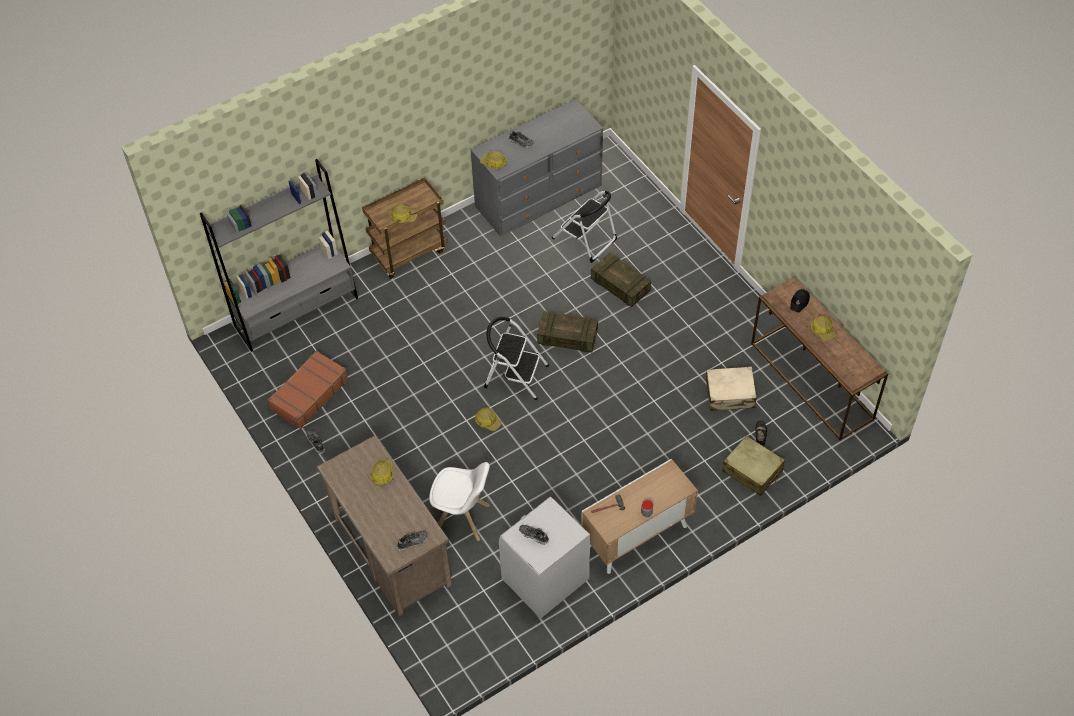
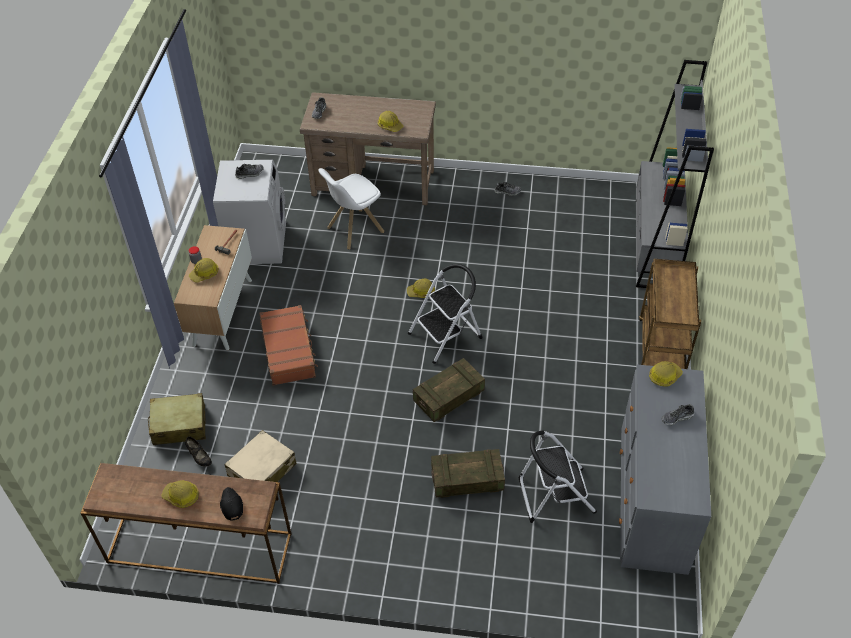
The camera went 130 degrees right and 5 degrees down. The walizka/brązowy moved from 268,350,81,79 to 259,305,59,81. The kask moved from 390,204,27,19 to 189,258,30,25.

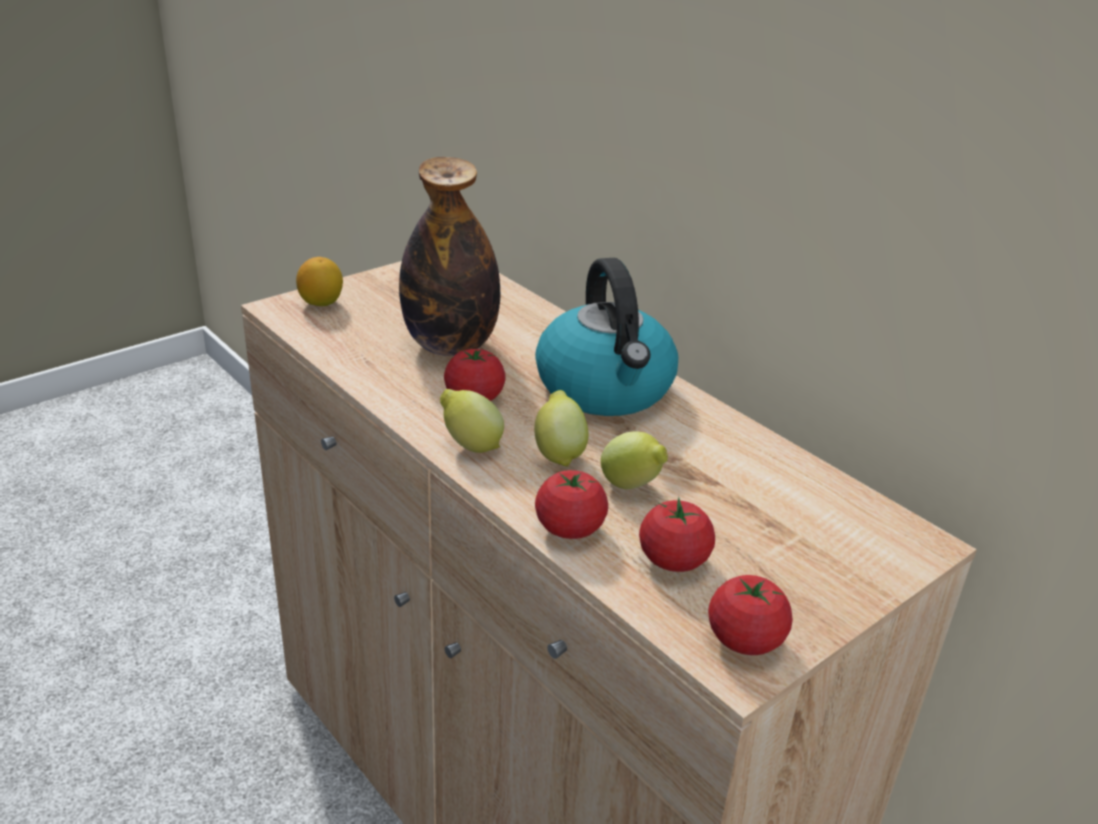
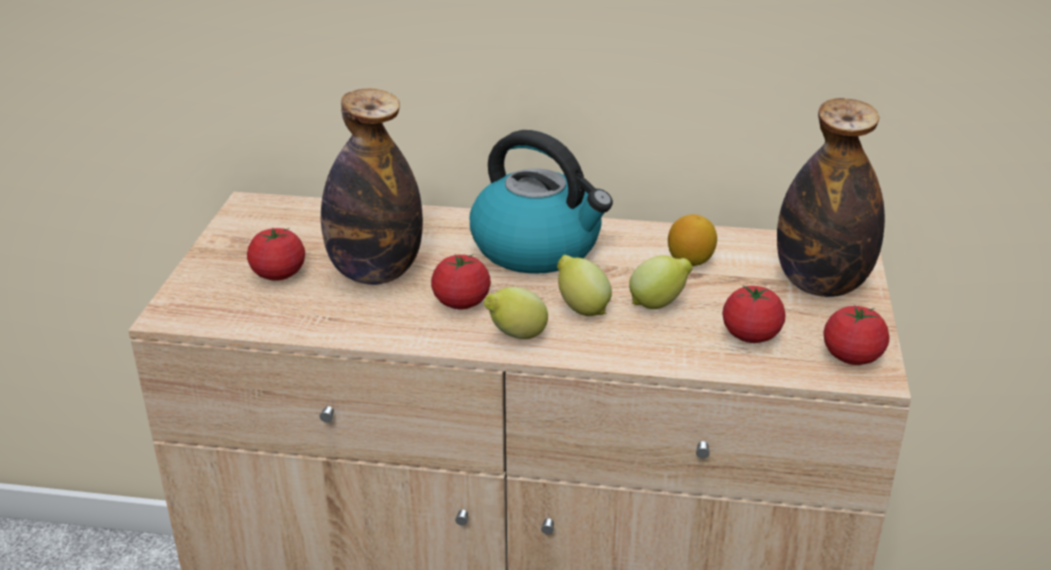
The camera went 40 degrees left and 0 degrees up. The butelka at 777,98,108,199 appeared. The cytryna moved from 296,257,47,49 to 668,214,49,52. The pomidor moved from 535,470,73,69 to 247,227,58,54.

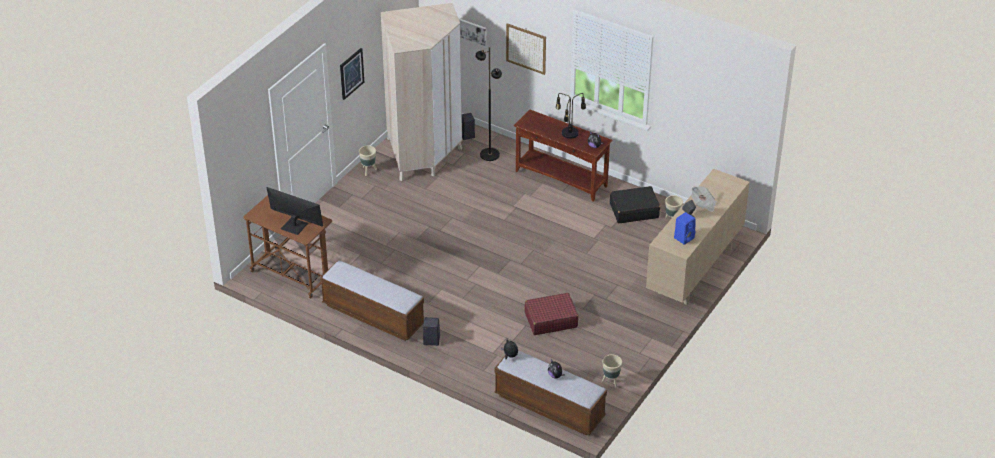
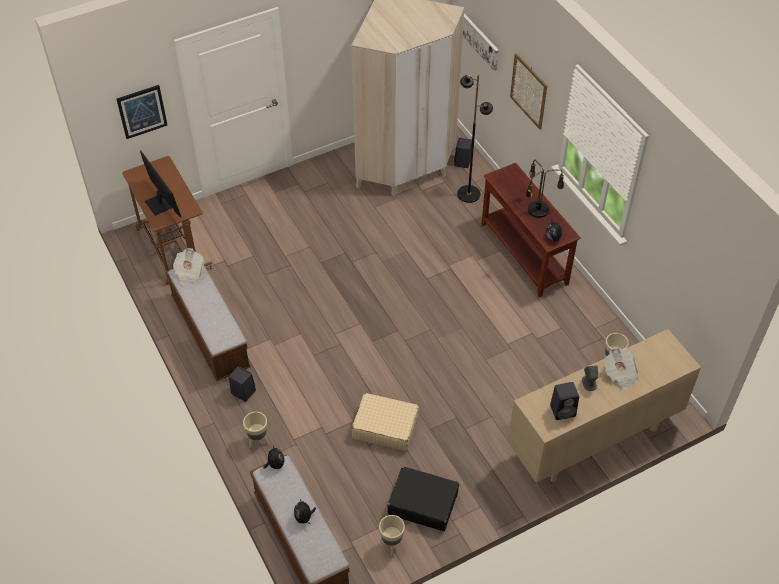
The camera went 30 degrees right and 10 degrees up. The gazeta at 173,248,31,37 appeared. The obraz moved from 340,48,24,52 to 116,85,51,54. The donica/beżowy moved from 359,146,18,30 to 243,412,26,36. The walizka/czarny moved from 610,186,50,37 to 387,467,72,64. The walizka/czerwony at 525,293,54,42 became the walizka/beżowy at 352,393,67,58. The głośnik/niebieski at 674,212,22,33 became the głośnik/czarny at 550,382,29,38.

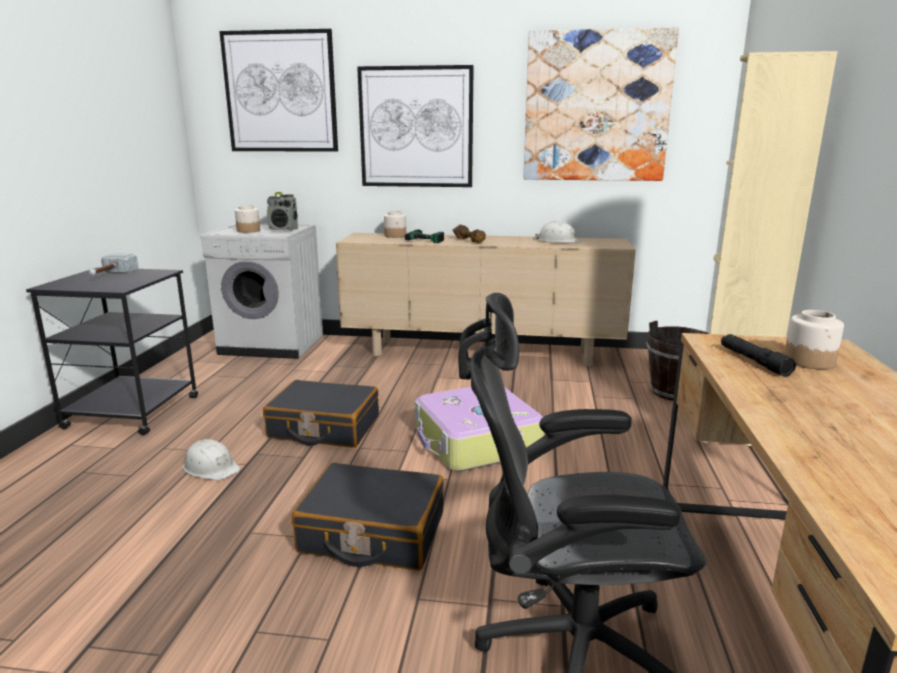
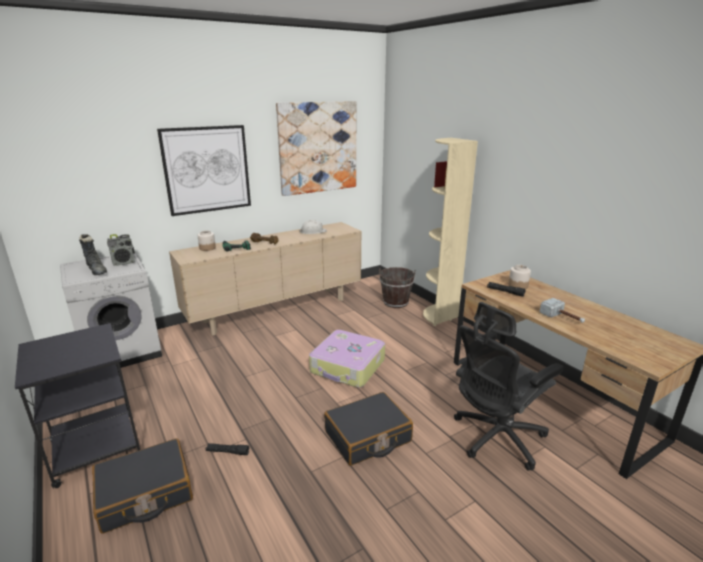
The camera went 40 degrees left and 5 degrees up. The obraz at 219,29,119,123 disappeared. The młotek moved from 89,253,50,22 to 540,298,45,25. The walizka/czarny moved from 263,380,116,68 to 92,438,101,96. The kask/biały at 183,439,58,41 was replaced by the latarka/czarny at 206,443,43,12. The słoik at 235,205,25,28 was replaced by the but z cholewką/czarny at 79,234,28,41.

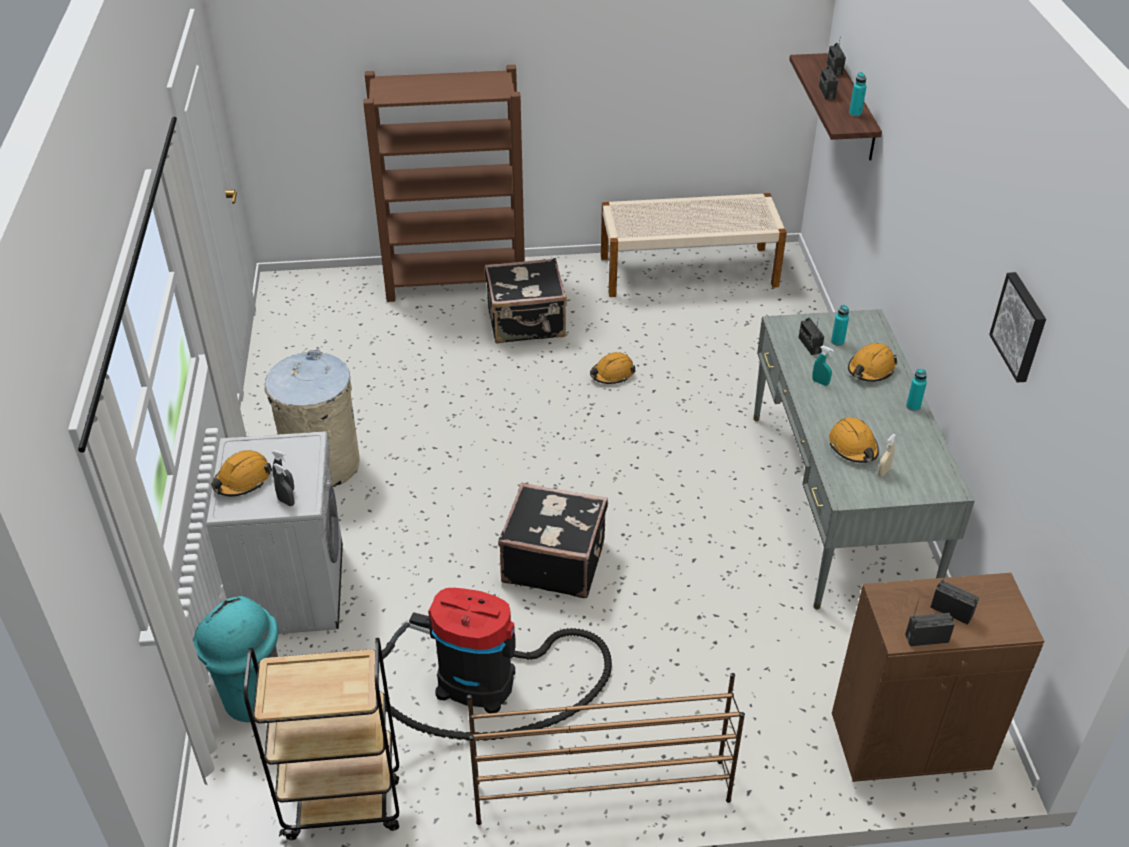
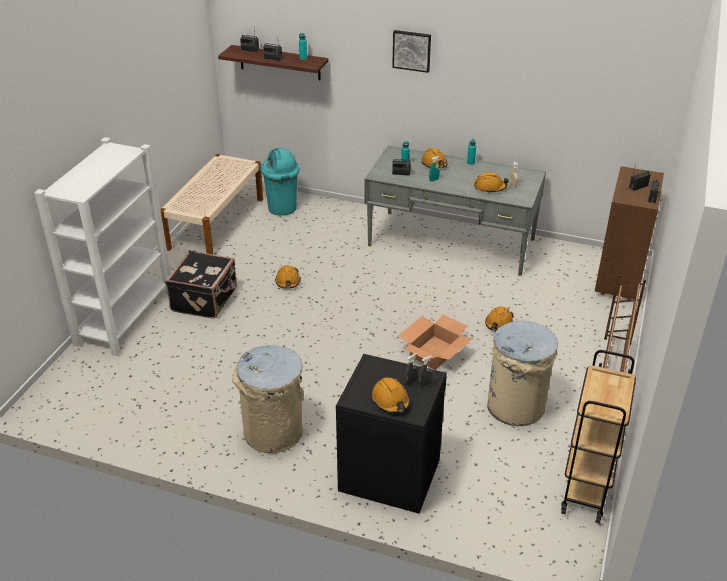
The camera went 65 degrees left and 5 degrees down. The kask/pomarańczowy at 485,307,29,24 appeared. The kosz na śmieci/turkusowy moved from 193,596,86,126 to 260,148,40,67. The obraz moved from 989,272,57,111 to 392,30,39,43. The odkurzacz at 379,588,233,153 was replaced by the kosz na śmieci/beżowy at 487,321,71,105. The walizka/czarny at 498,483,110,115 was replaced by the karton at 398,315,75,55. The pralka/biały at 206,431,137,203 became the pralka/czarny at 336,354,111,159. The regał/brązowy at 363,65,162,237 became the regał/biały at 34,137,137,219.

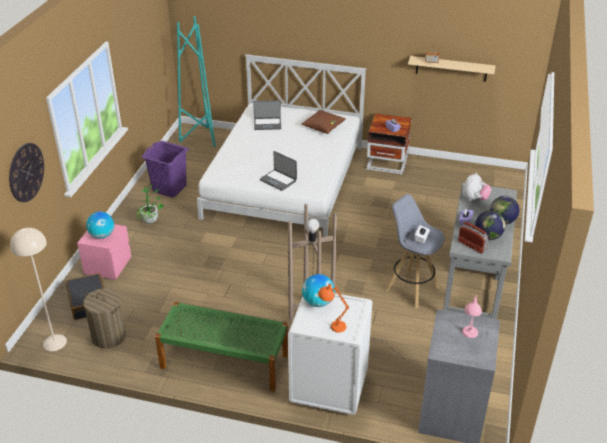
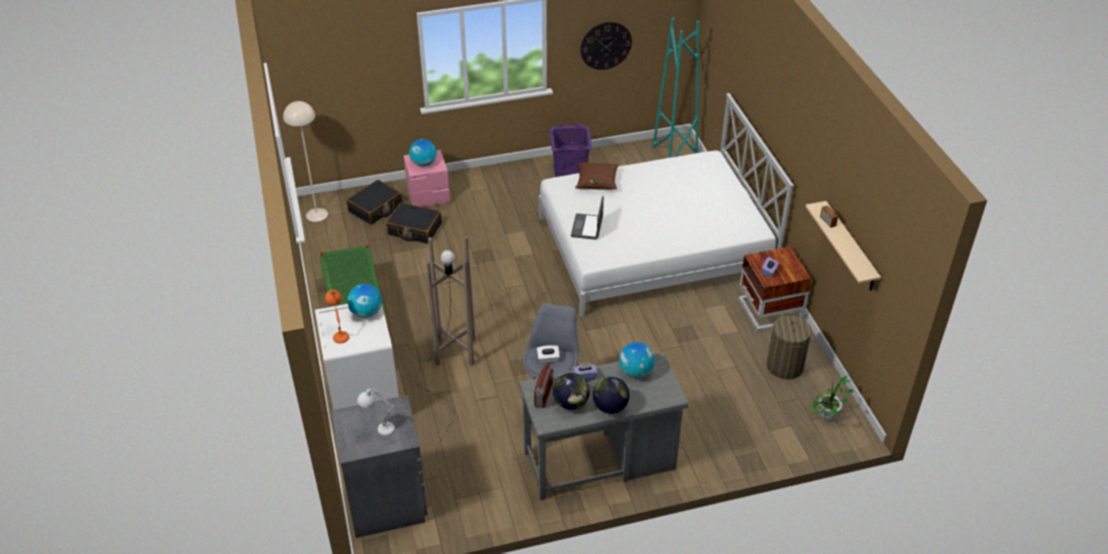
The camera went 60 degrees right and 5 degrees up. The laptop at 253,100,28,30 disappeared. The walizka/czarny at 386,202,56,42 appeared. The zegar ścienny moved from 9,143,35,59 to 580,22,52,48. The kosz na pranie moved from 83,289,43,59 to 767,314,45,66. The roślina doniczkowa moved from 137,183,27,41 to 809,376,46,45. The poduszka/brązowy moved from 301,109,45,25 to 575,163,43,27. The pluszak at 462,173,29,28 was replaced by the globus at 619,342,36,36. The lampa stołowa/różowy at 462,294,20,44 became the lampa stołowa/biały at 357,388,38,48.

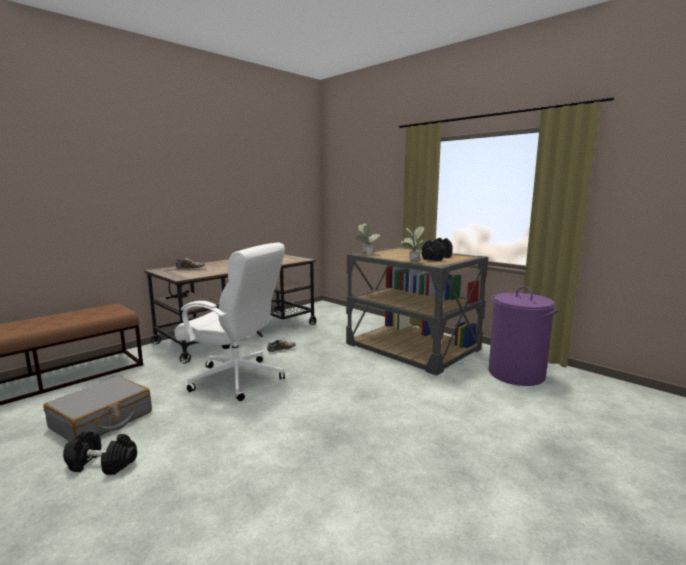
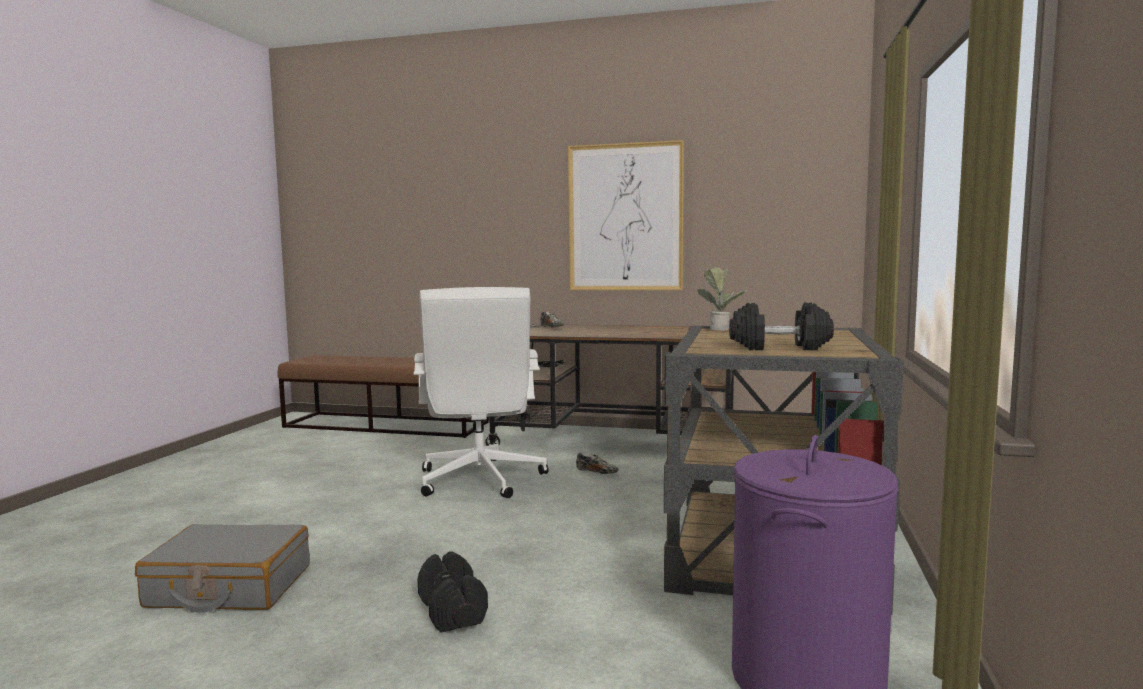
The camera went 60 degrees right and 5 degrees down. The roślina doniczkowa at 401,226,24,35 disappeared. The obraz at 568,140,116,150 appeared. The walizka/szary moved from 43,376,109,65 to 135,524,175,89. The hantel/czarny moved from 63,432,74,43 to 417,551,71,81.

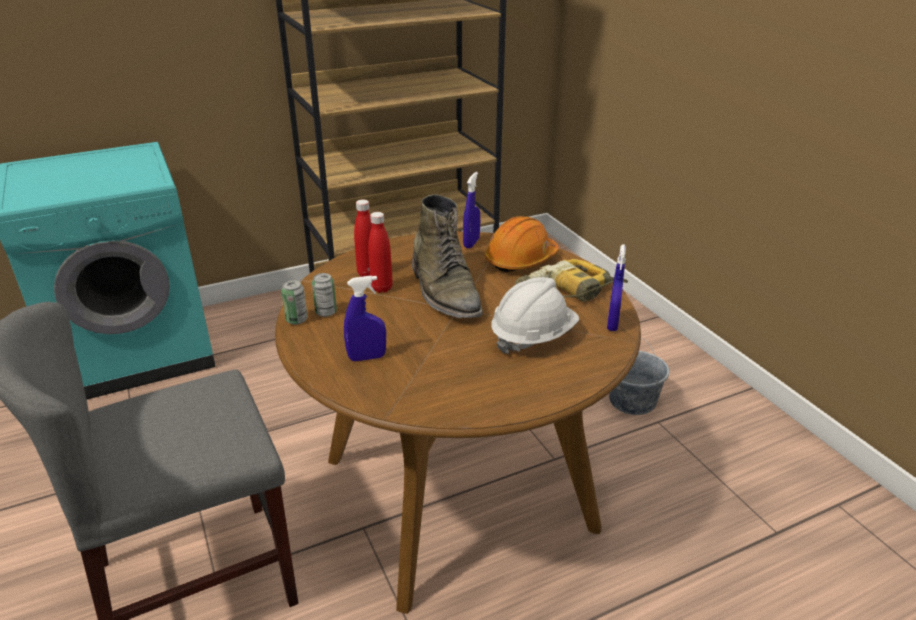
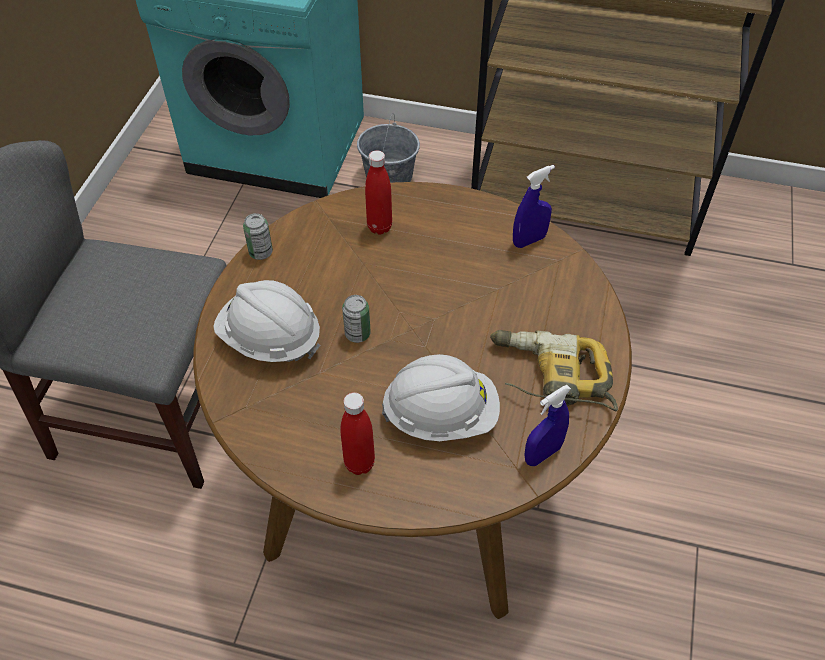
The camera went 40 degrees right and 20 degrees up. The but z cholewką/zielony at 412,194,71,124 disappeared. The kask/pomarańczowy at 484,216,75,57 disappeared. The puszka moved from 312,273,25,44 to 342,295,29,48. The butelka/czerwony moved from 368,212,25,81 to 340,392,35,83. The wiadro/szary moved from 609,338,61,77 to 357,113,63,70. The spryskiwacz/niebieski at 344,276,42,85 was replaced by the kask/biały at 213,280,107,82.

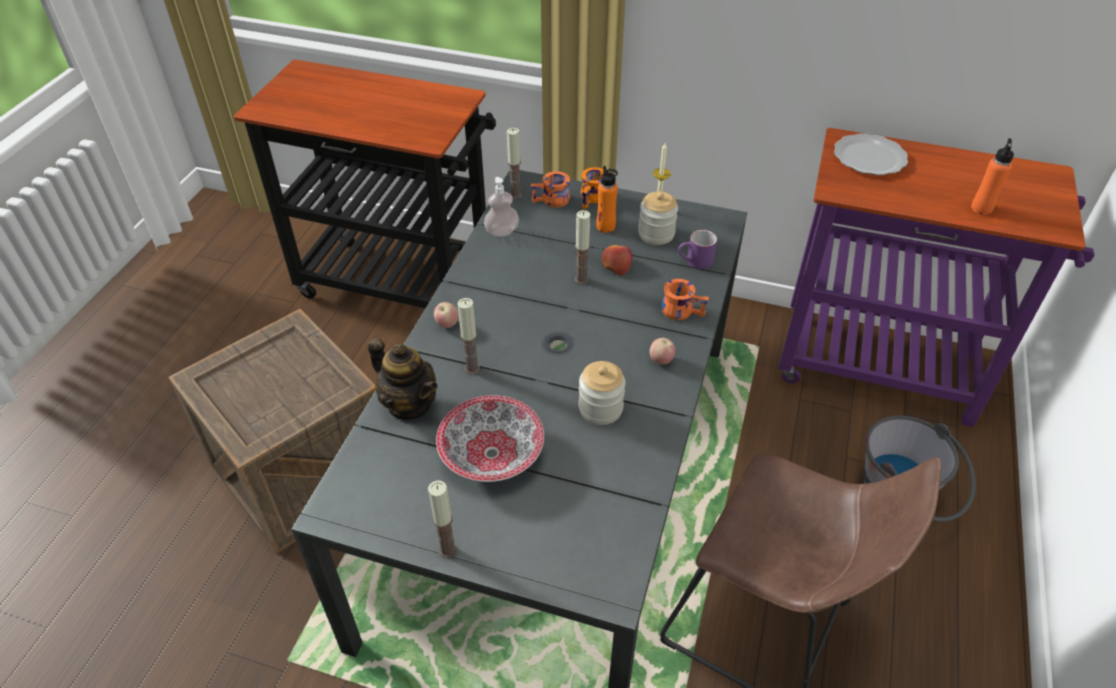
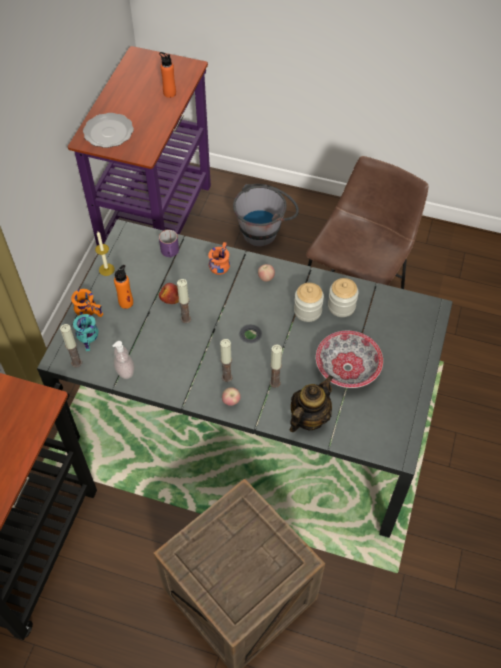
The camera went 90 degrees left and 10 degrees up. The świeca moved from 428,480,29,78 to 220,339,12,43. The słoik moved from 638,191,40,54 to 328,278,31,39. The kubek/pomarańczowy at 531,171,39,37 became the kubek/turkusowy at 73,314,25,37.

